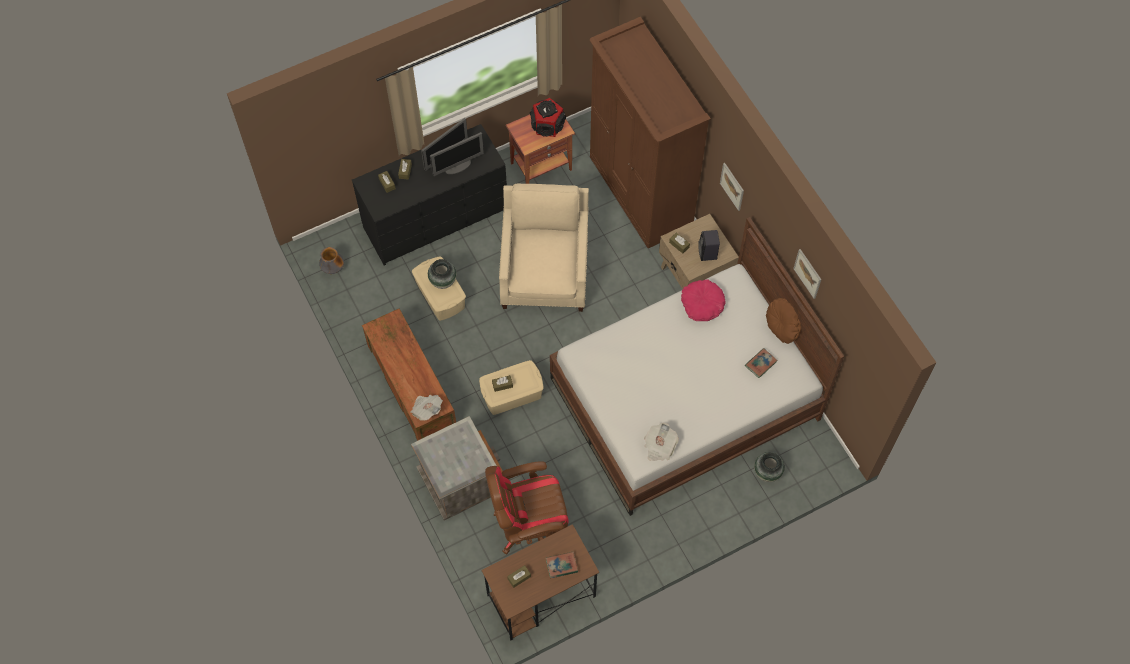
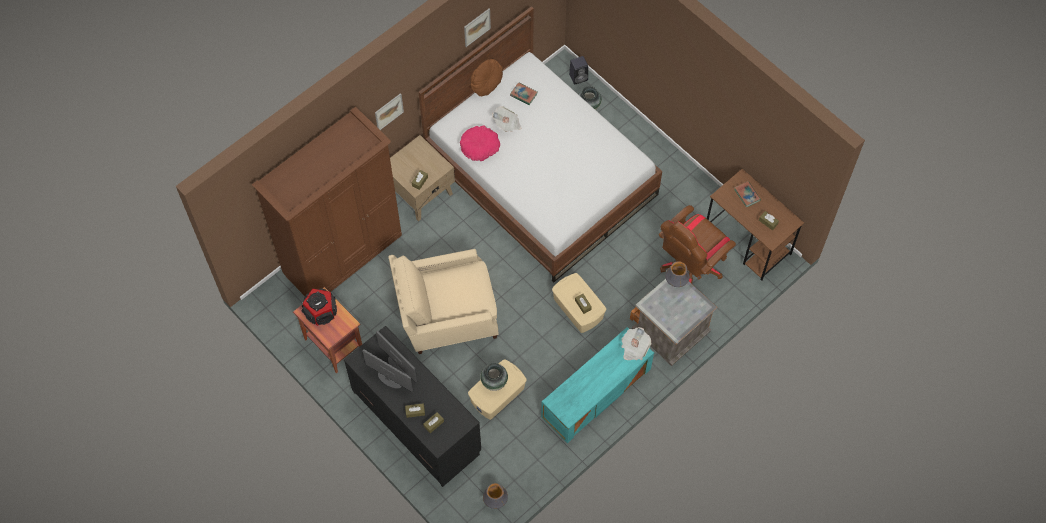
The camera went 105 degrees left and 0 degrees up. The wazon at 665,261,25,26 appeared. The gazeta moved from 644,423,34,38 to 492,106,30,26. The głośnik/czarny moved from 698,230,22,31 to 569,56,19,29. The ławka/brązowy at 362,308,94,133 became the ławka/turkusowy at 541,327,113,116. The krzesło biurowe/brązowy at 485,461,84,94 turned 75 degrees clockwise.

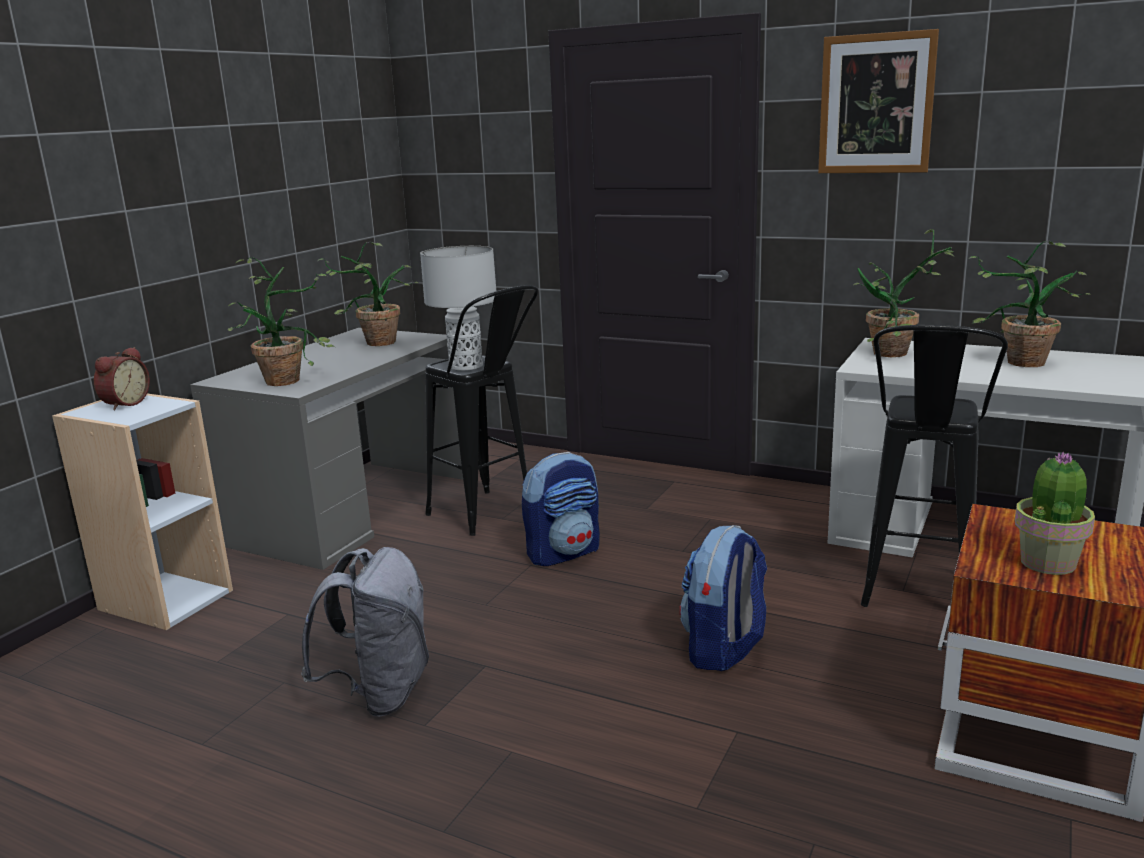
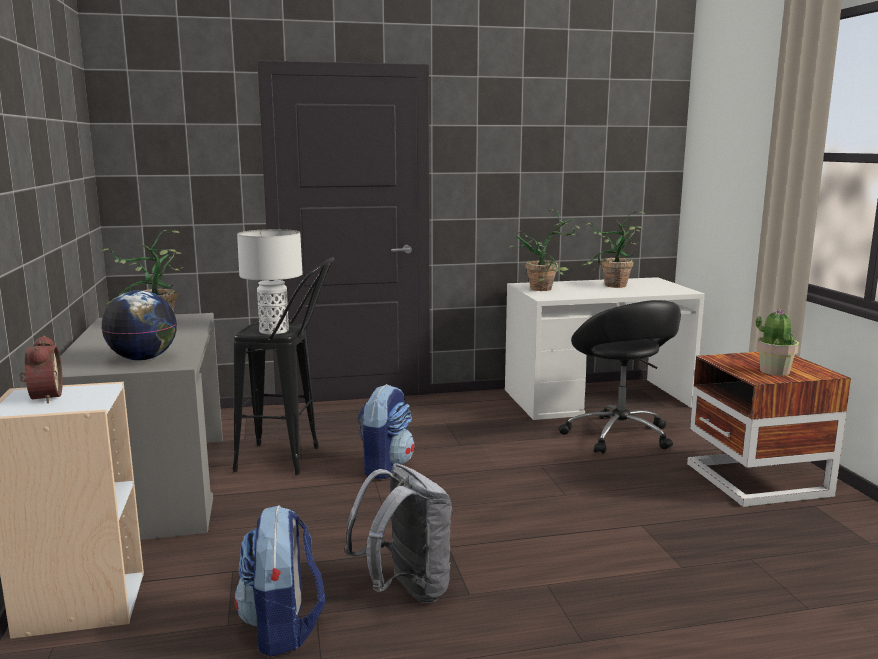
The camera went 40 degrees left and 5 degrees down. The obraz at 818,29,121,144 disappeared. The plecak moved from 680,525,87,146 to 234,505,92,152. The roślina doniczkowa at 228,257,107,129 was replaced by the globus at 101,290,76,70. The stołek/czarny at 861,325,147,282 was replaced by the krzesło biurowe/czarny at 559,300,122,154.

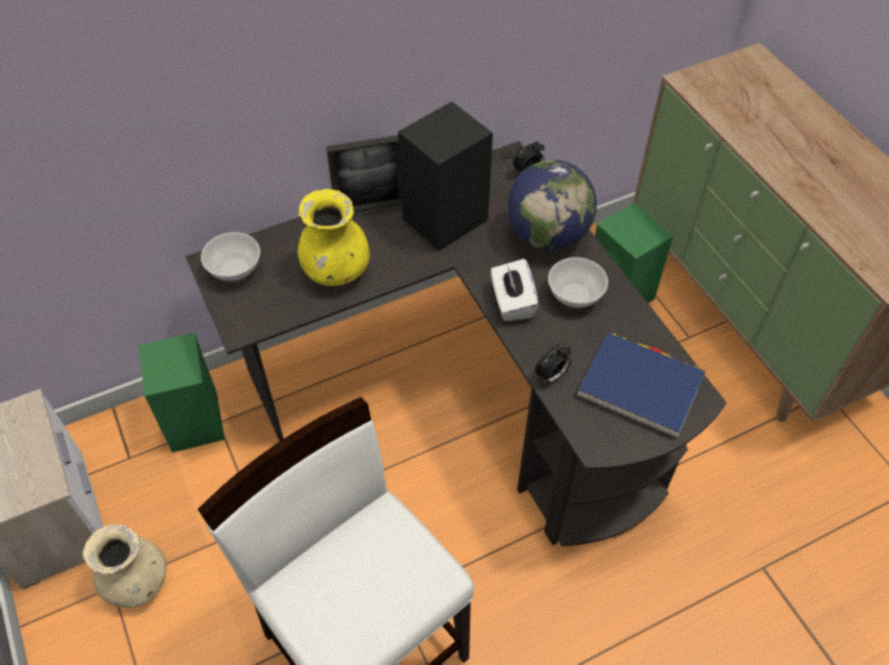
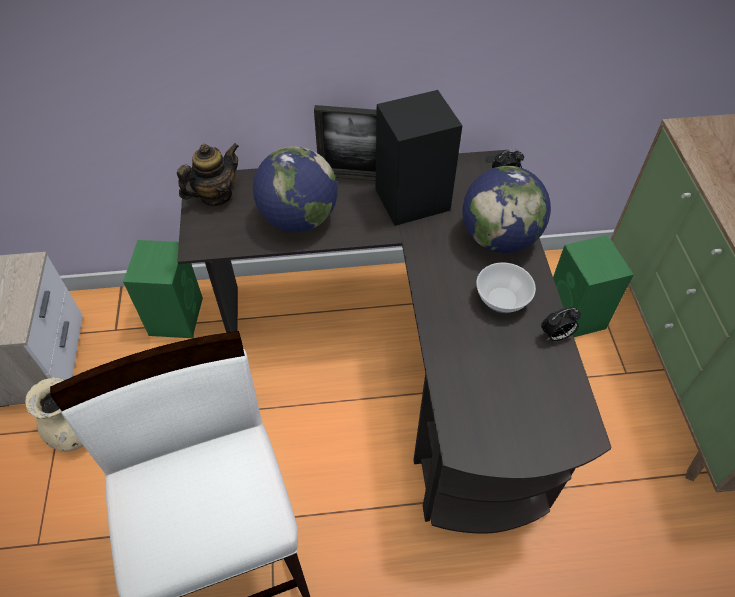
The camera went 20 degrees right and 0 degrees up. The pudełko chusteczek/biały at 491,259,47,62 disappeared. The książka/niebieski at 578,333,128,105 disappeared. The budzik moved from 535,344,36,39 to 541,307,40,34. The miska at 201,232,59,50 was replaced by the imbryk at 177,143,62,63. The wazon/żółty at 298,189,72,97 was replaced by the globus at 253,146,85,86.

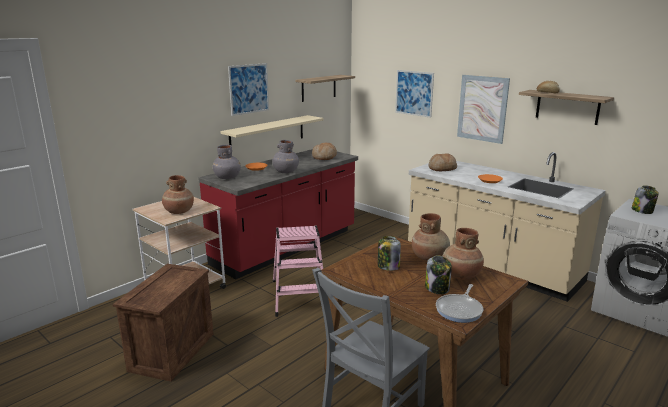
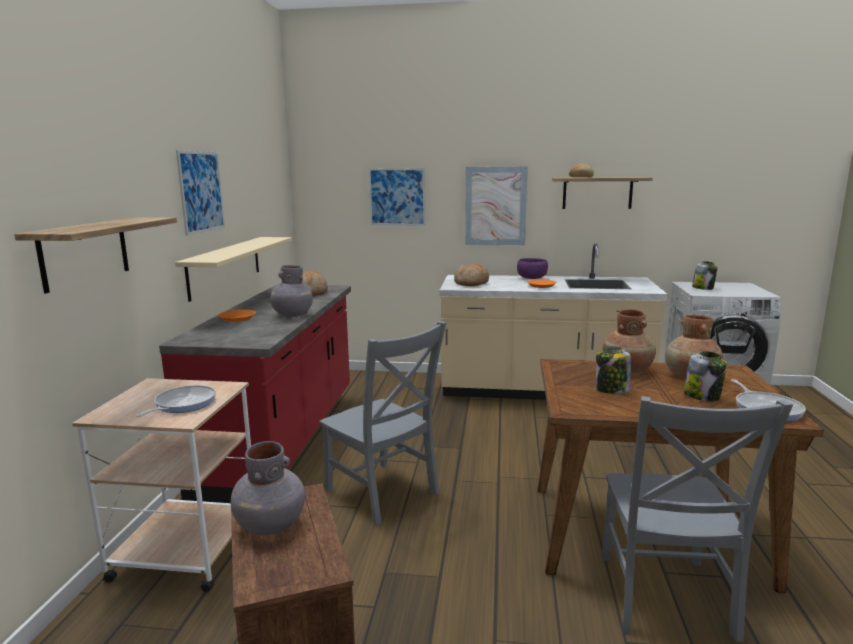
The camera went 35 degrees left and 5 degrees down. The miska/fioletowy at 517,258,31,21 appeared. The wazon/szary moved from 213,145,28,34 to 231,441,74,95. The półka moved from 295,75,60,27 to 14,217,163,77. The wazon/brązowy at 162,175,32,39 was replaced by the patelnia at 136,385,80,32. The drabinka/różowy at 273,225,50,92 was replaced by the krzesło/szary at 319,321,128,205.

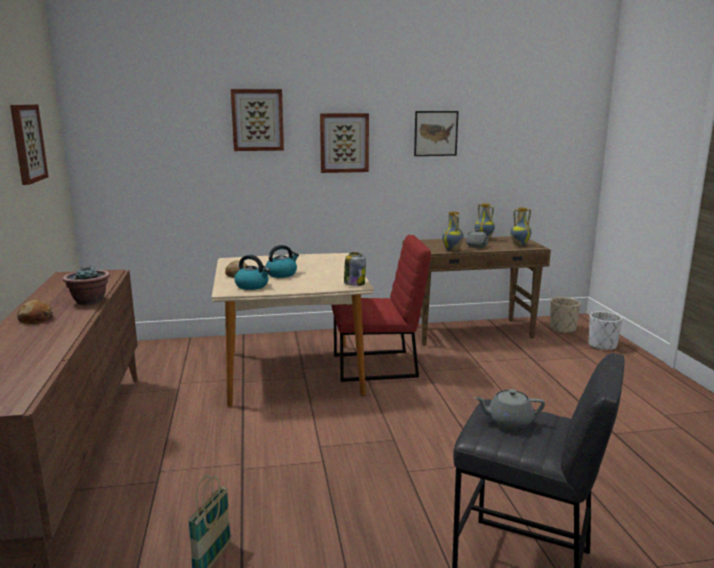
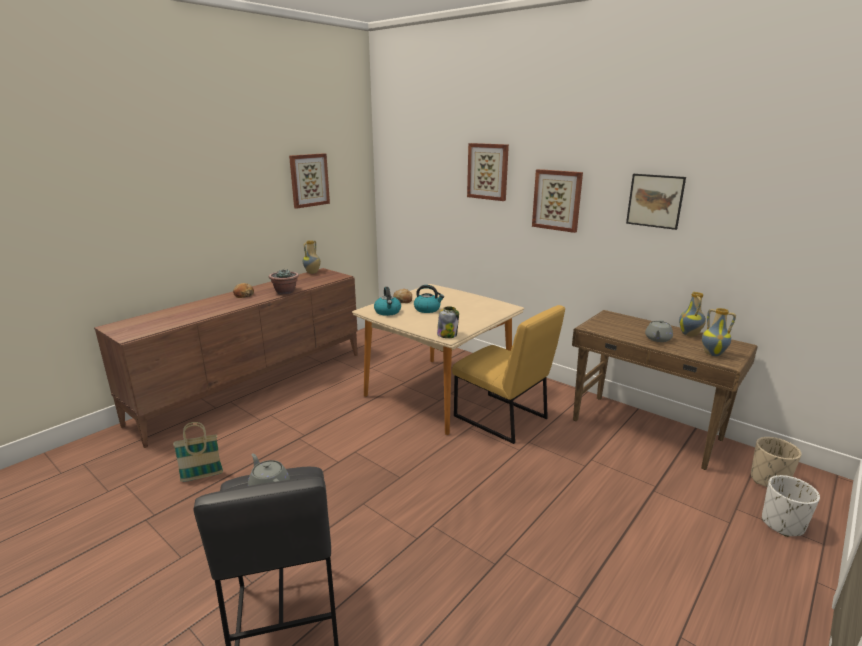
The camera went 50 degrees right and 5 degrees up. The wazon moved from 442,211,22,40 to 303,240,18,34. The krzesło/czerwony at 331,235,100,147 became the krzesło/żółty at 452,305,113,139.

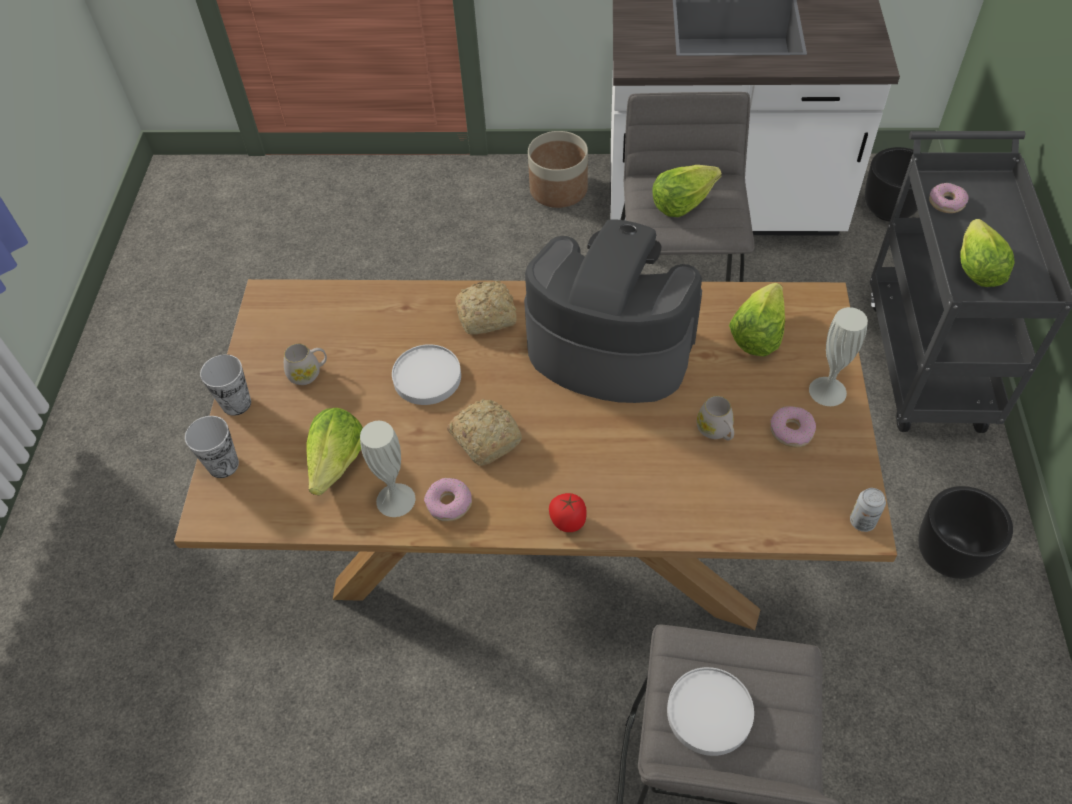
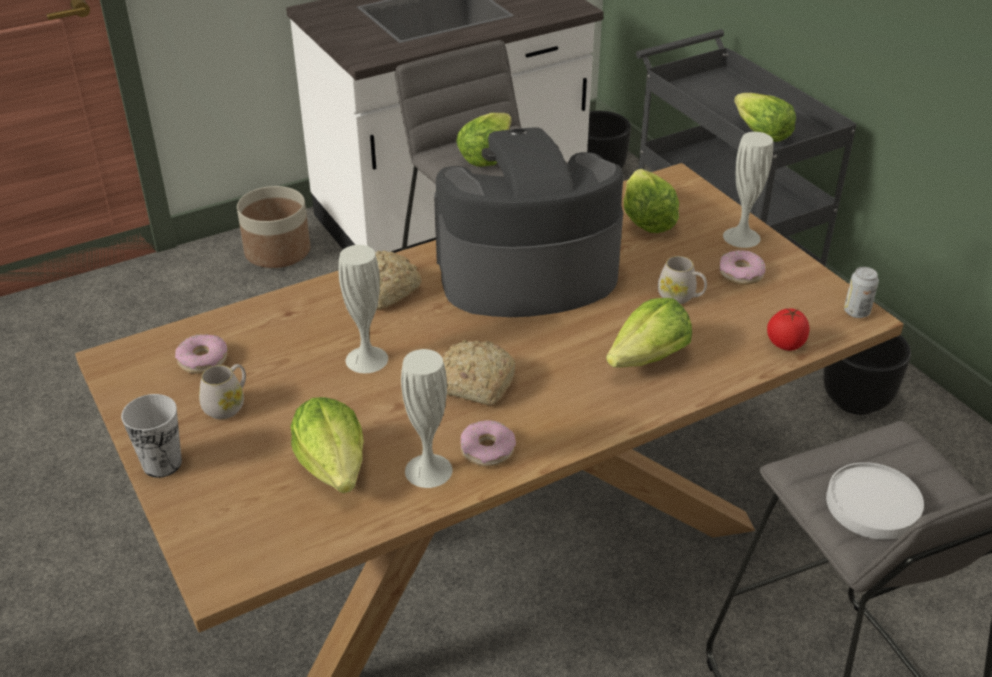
The camera went 35 degrees left and 15 degrees down. The filiżanka at 185,416,54,62 disappeared. The sałata at 606,298,86,70 appeared. The pomidor moved from 549,493,37,39 to 767,308,42,43. The donut moved from 929,183,40,30 to 175,334,52,40. The talerz/biały at 392,344,69,61 was replaced by the wazon/biały at 338,245,50,128.

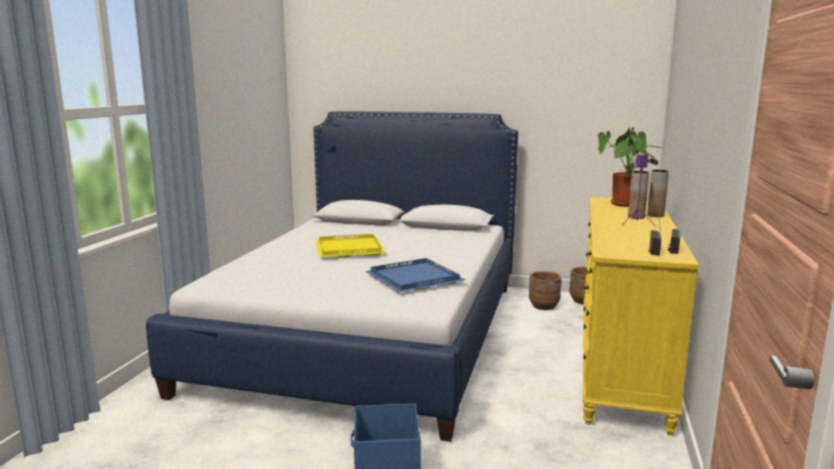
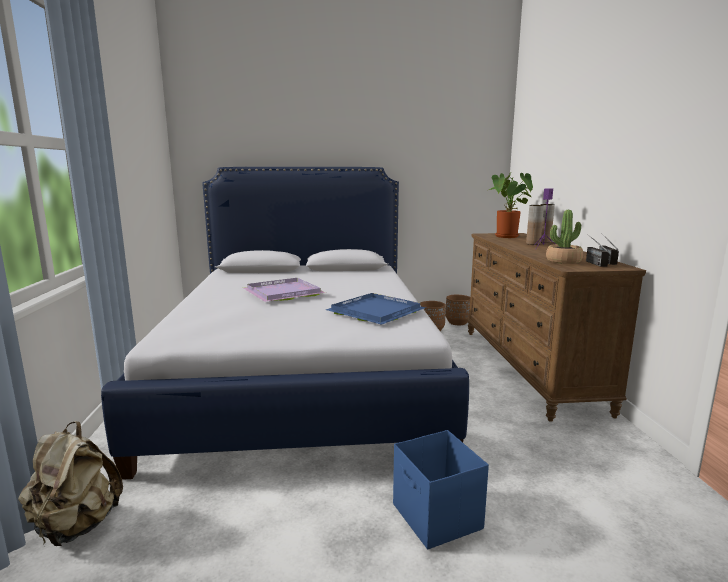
The camera went 20 degrees left and 0 degrees up. The plecak/beżowy at 18,421,105,125 appeared. The roślina doniczkowa at 546,210,37,54 appeared. The taca/żółty at 315,234,71,23 became the taca/fioletowy at 244,278,82,24. The komoda/żółty at 583,197,116,239 became the komoda/brązowy at 468,233,178,189.

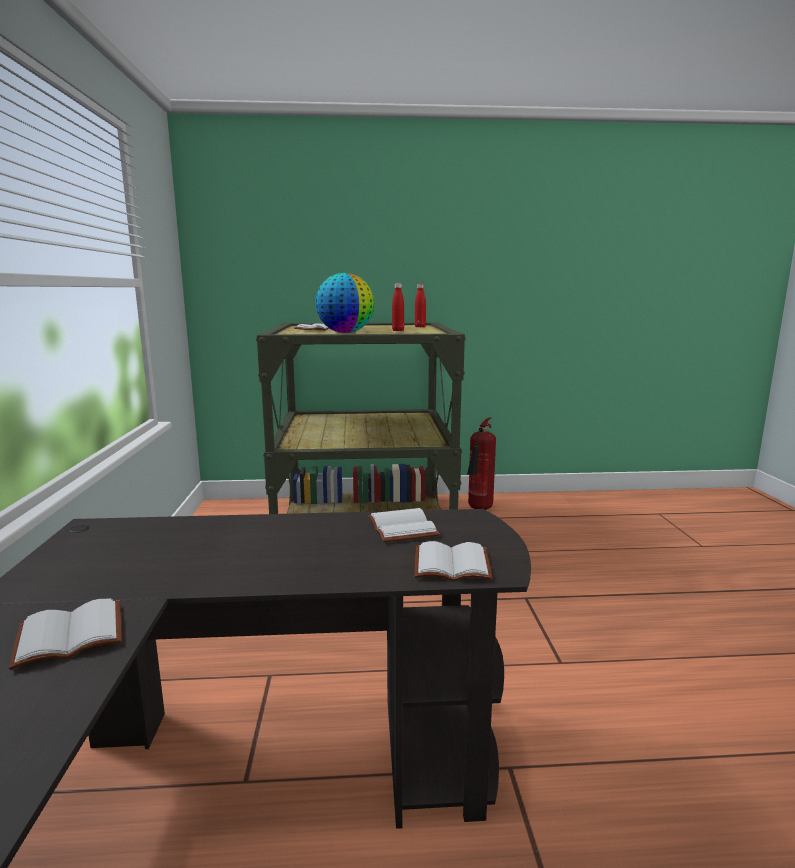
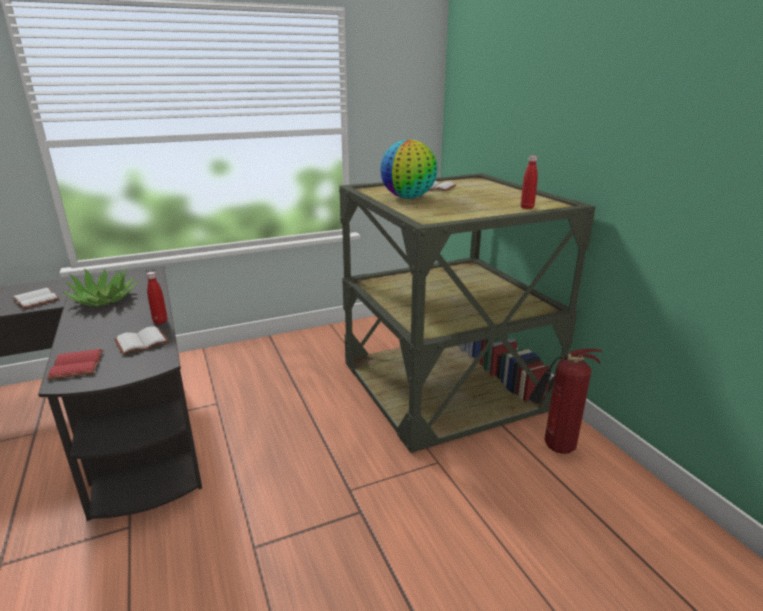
The camera went 70 degrees right and 10 degrees up. The roślina doniczkowa at 63,268,76,38 appeared. The butelka/czerwony moved from 392,283,12,48 to 146,272,21,52. The książka/biały at 414,541,78,40 became the książka/czerwony at 47,349,56,31.

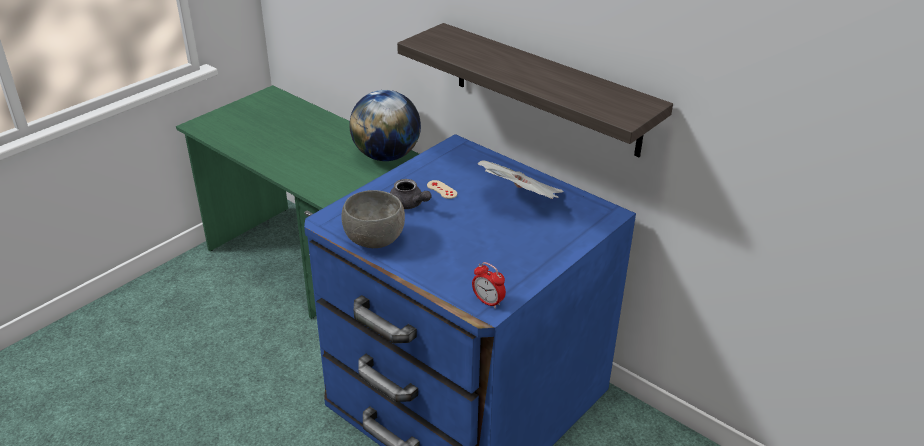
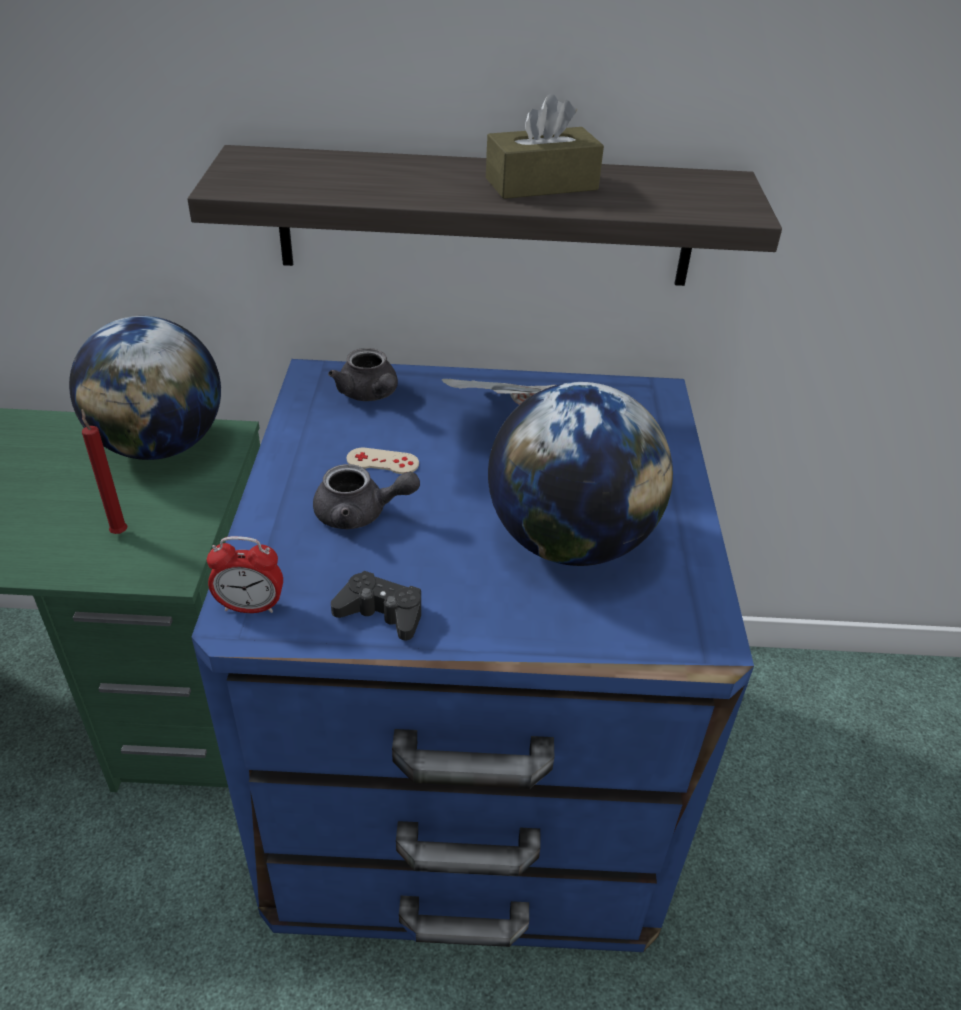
The camera went 40 degrees left and 5 degrees up. The świeca/czerwony at 81,409,47,125 appeared. The imbryk/szary at 328,348,70,53 appeared. The pudełko chusteczek/brązowy at 486,94,118,105 appeared. The globus at 488,382,185,184 appeared. The budzik moved from 472,262,34,47 to 207,536,76,77. The miska/szary at 341,190,64,58 was replaced by the pad do gier/czarny at 331,571,90,69.

